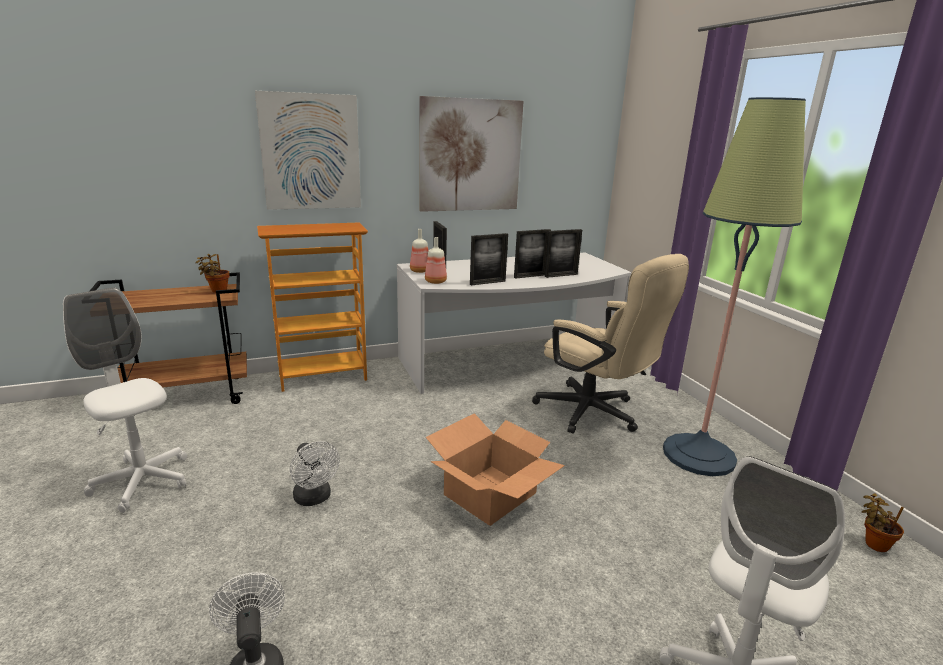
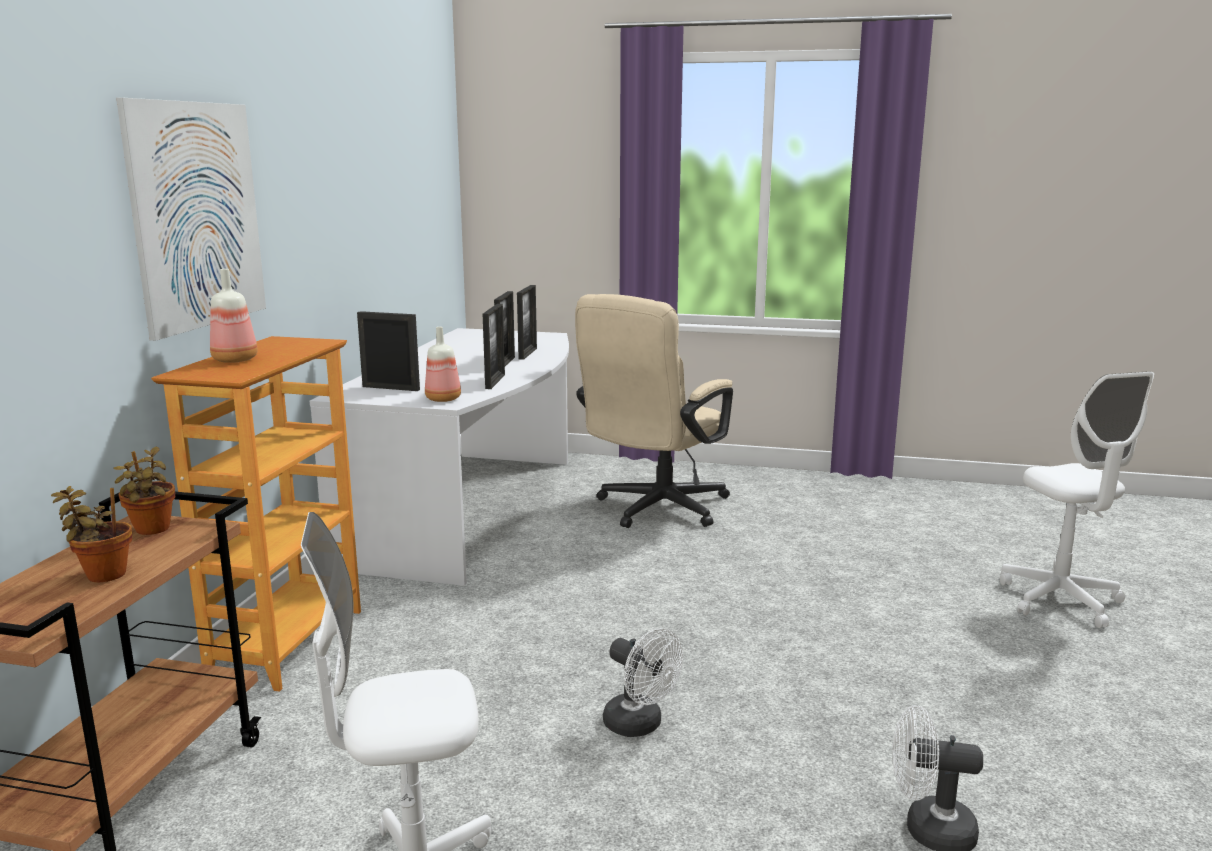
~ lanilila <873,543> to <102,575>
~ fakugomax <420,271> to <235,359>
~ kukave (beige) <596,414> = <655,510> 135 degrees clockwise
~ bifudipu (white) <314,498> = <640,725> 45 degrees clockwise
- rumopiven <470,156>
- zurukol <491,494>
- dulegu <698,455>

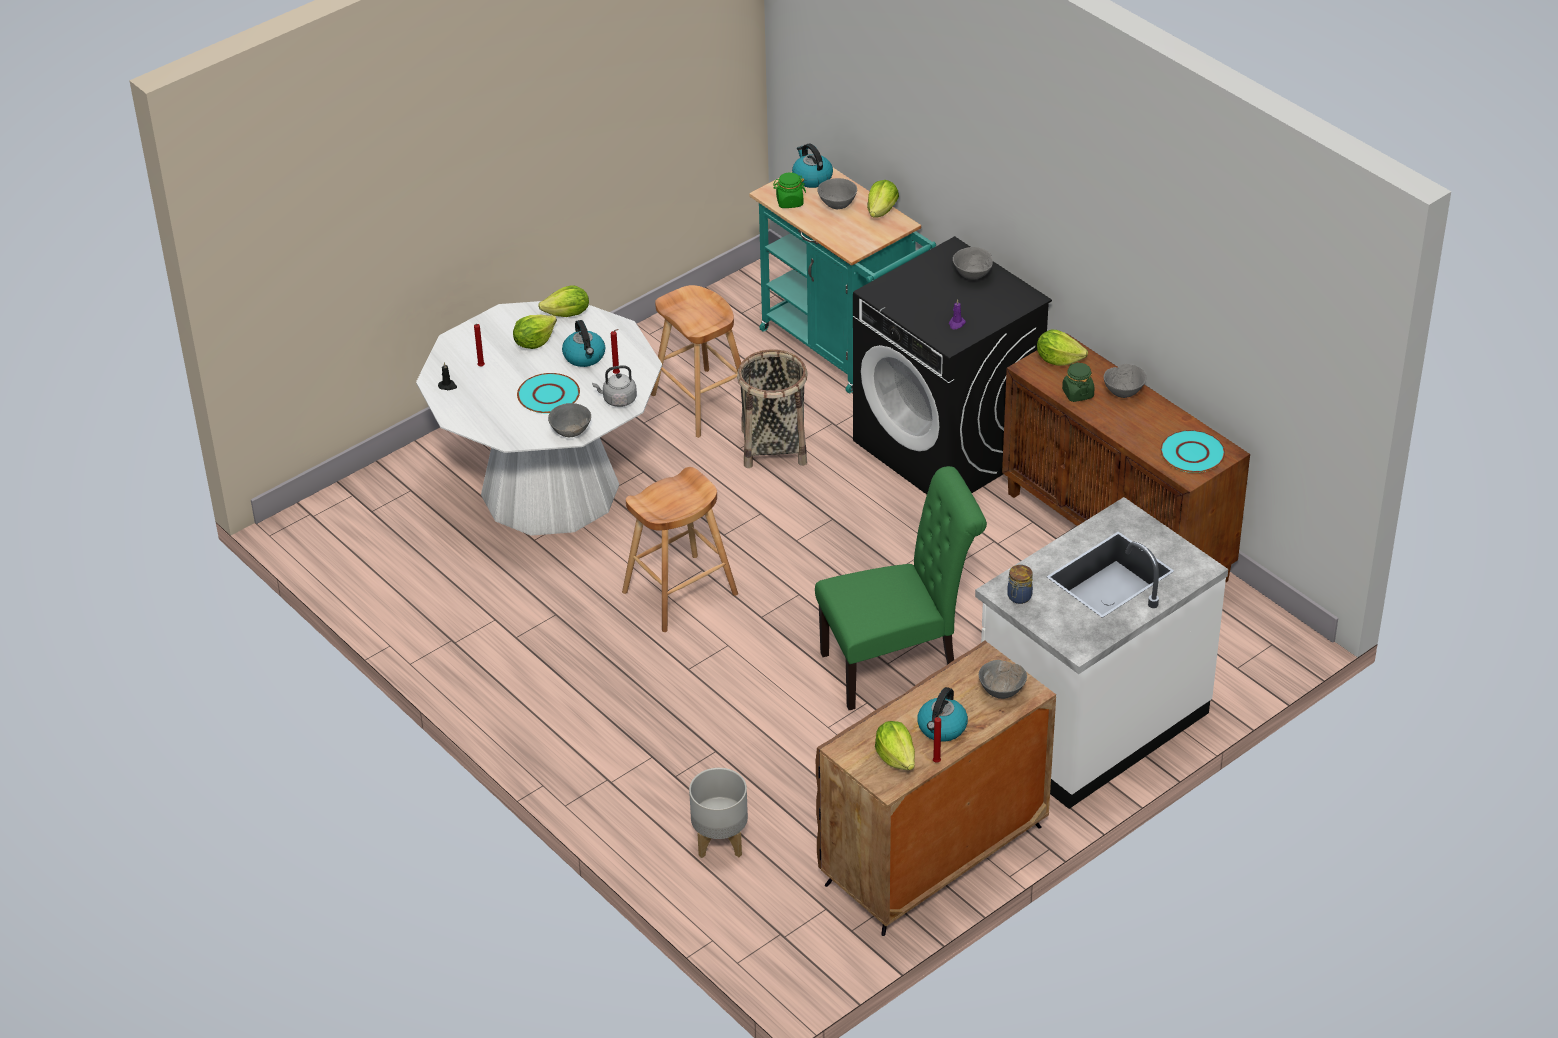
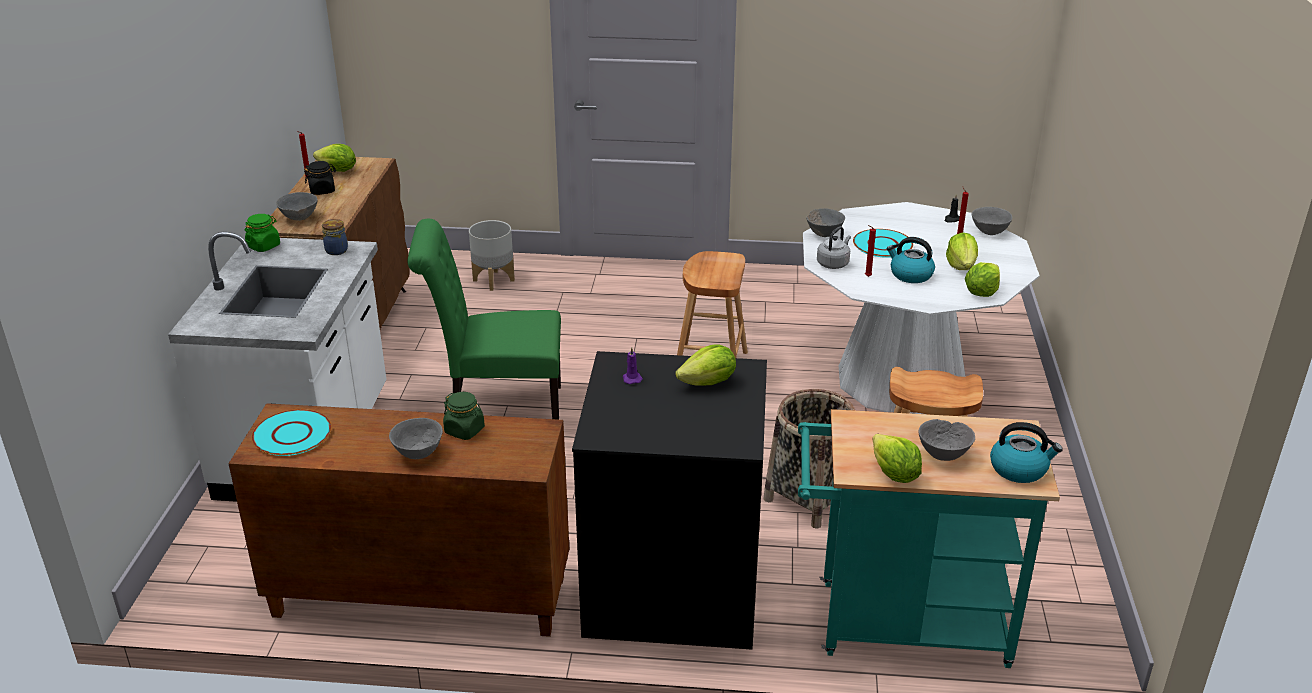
~ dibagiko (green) <789,202> to <264,246>
~ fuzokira <942,728> to dibagiko (black) <322,190>
~ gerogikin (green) <898,665> = <497,408> 60 degrees clockwise
~ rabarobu <1058,359> to <708,383>
~ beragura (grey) <973,275> to <989,232>

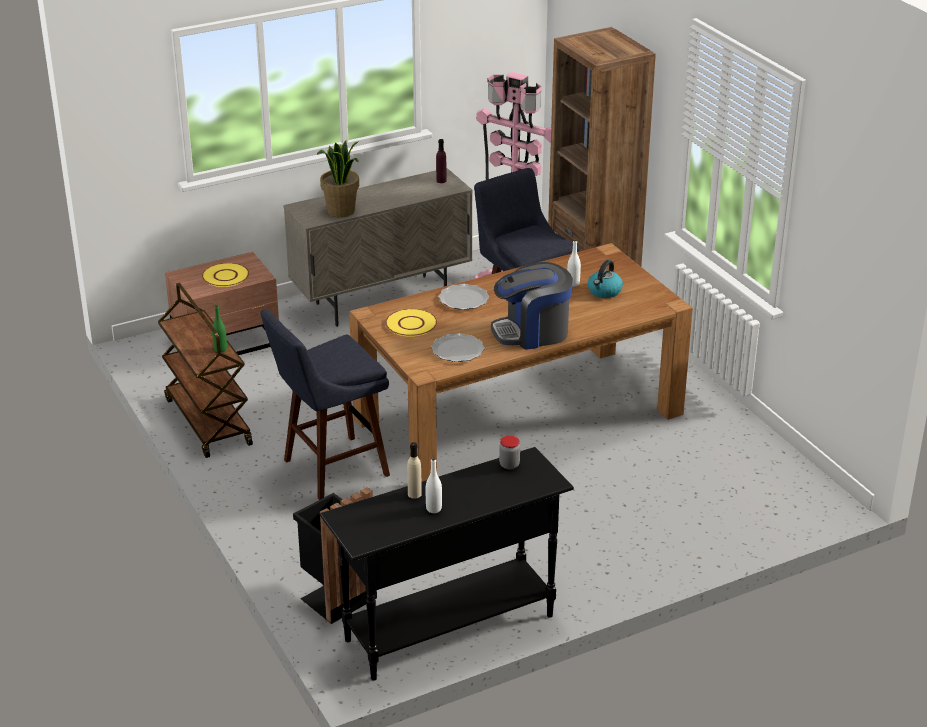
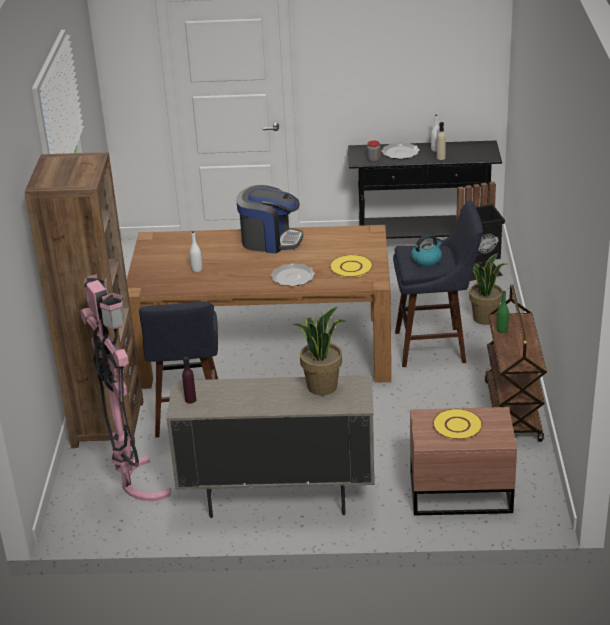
~ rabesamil <457,350> to <400,152>
~ fuzokira <604,291> to <426,260>
+ lanilila <484,318>

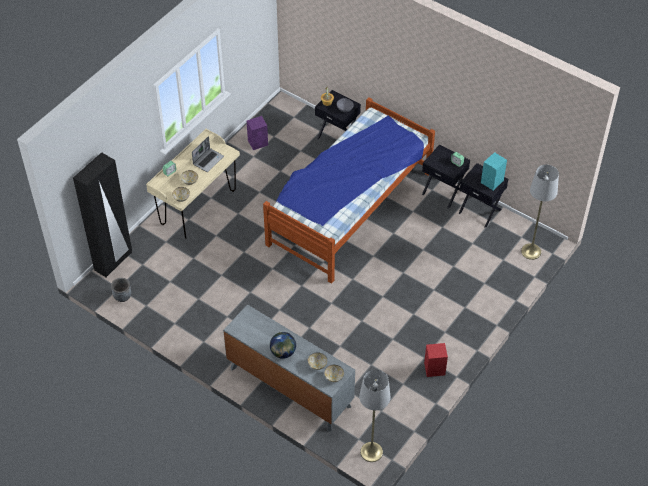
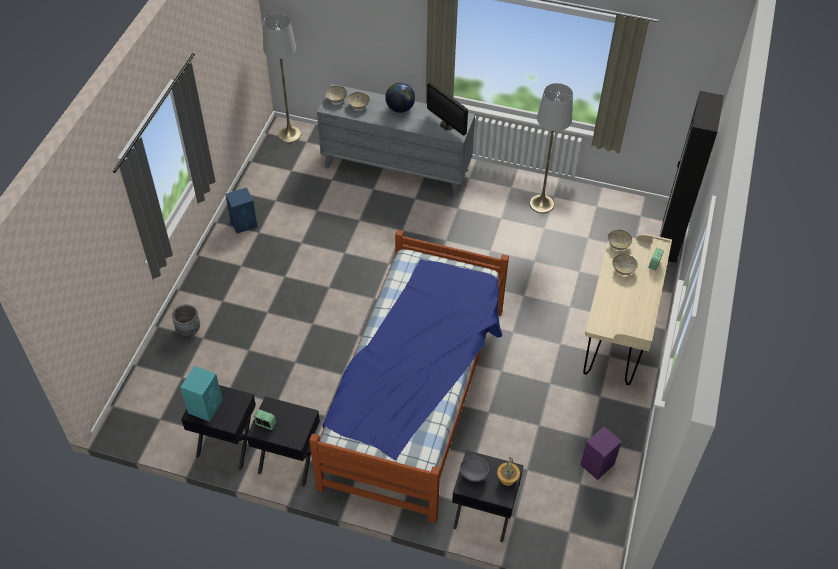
~ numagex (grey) <122,296> to <189,330>
~ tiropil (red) <434,369> to tiropil (blue) <244,223>
+ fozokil <447,125>
~ dulegu (grey) <531,251> to <541,204>
- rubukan <208,160>

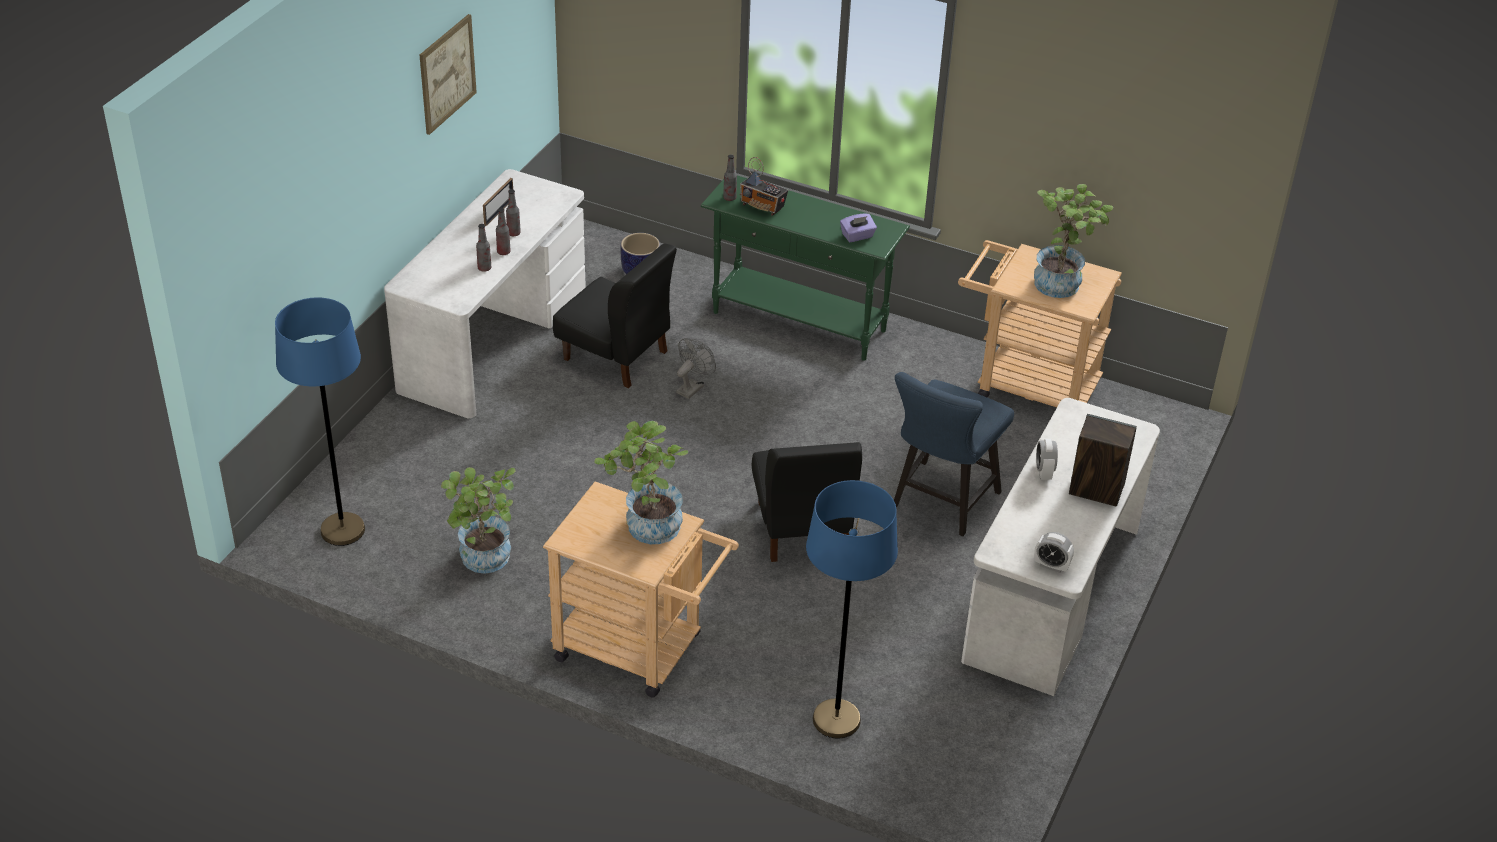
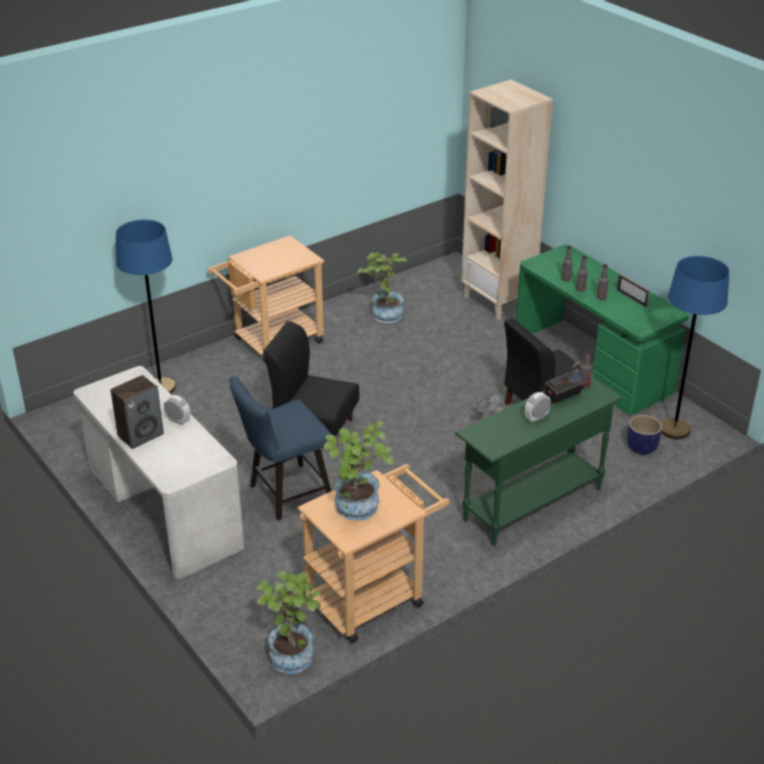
~ gerogikin (blue) <941,503> = <285,495> 90 degrees counterclockwise
~ lanilila <646,528> to <292,652>
+ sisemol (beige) <498,301>
~ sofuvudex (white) <493,339> to sofuvudex (green) <592,365>
~ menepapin <1051,566> to <536,418>
~ dulegu (blue) <342,530> to <674,429>
- rumopiven <447,73>
- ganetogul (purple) <857,236>

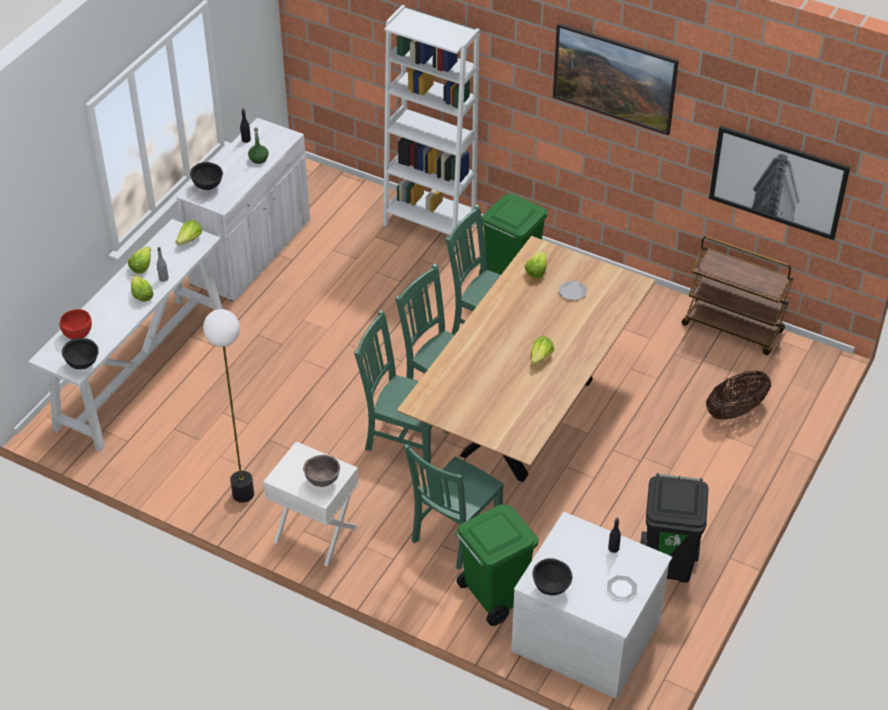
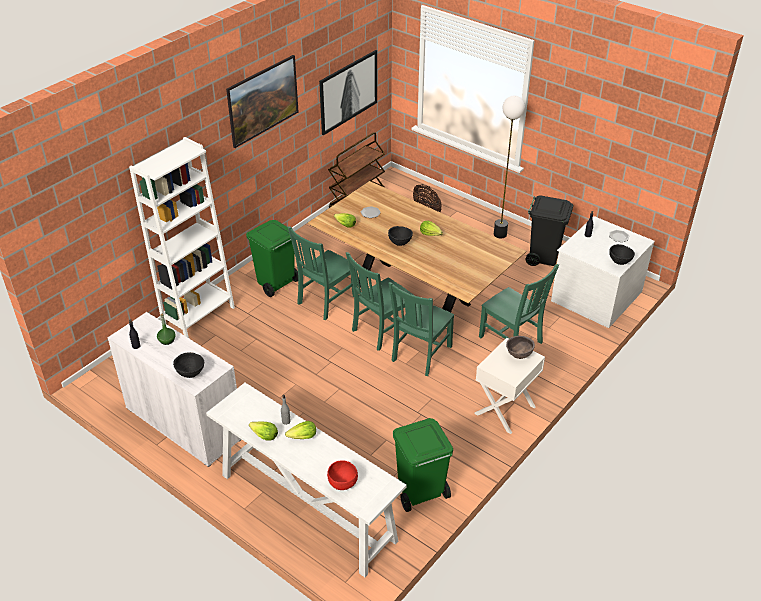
~ beragura (black) <83,365> to <400,243>
~ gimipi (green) <493,596> to <420,493>
~ dulegu <243,494> to <500,234>
- rabarobu <190,240>

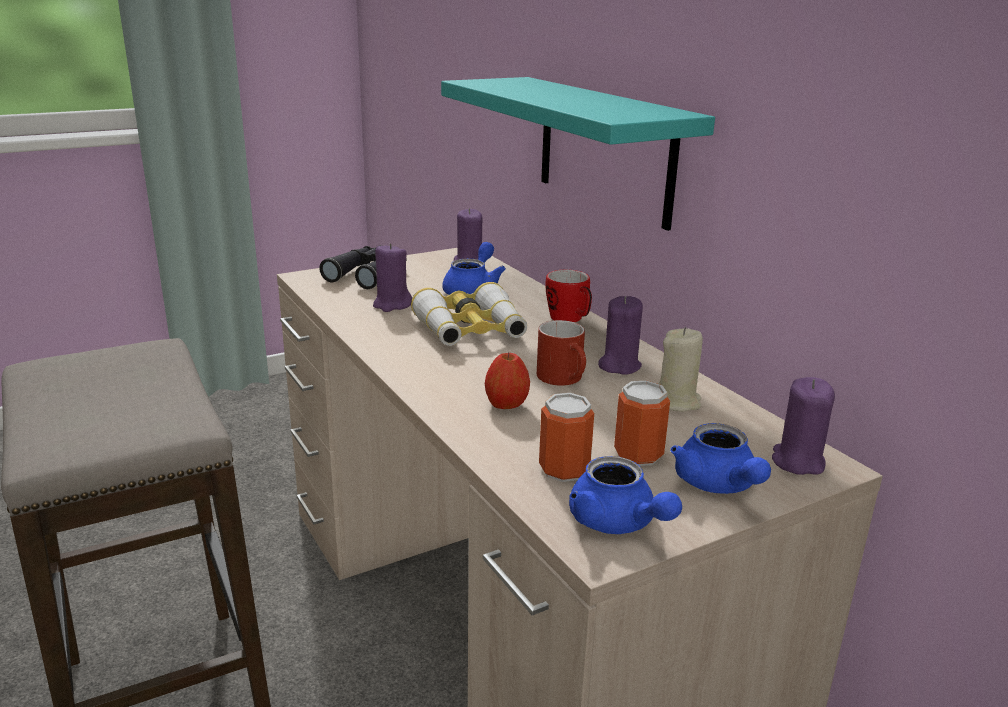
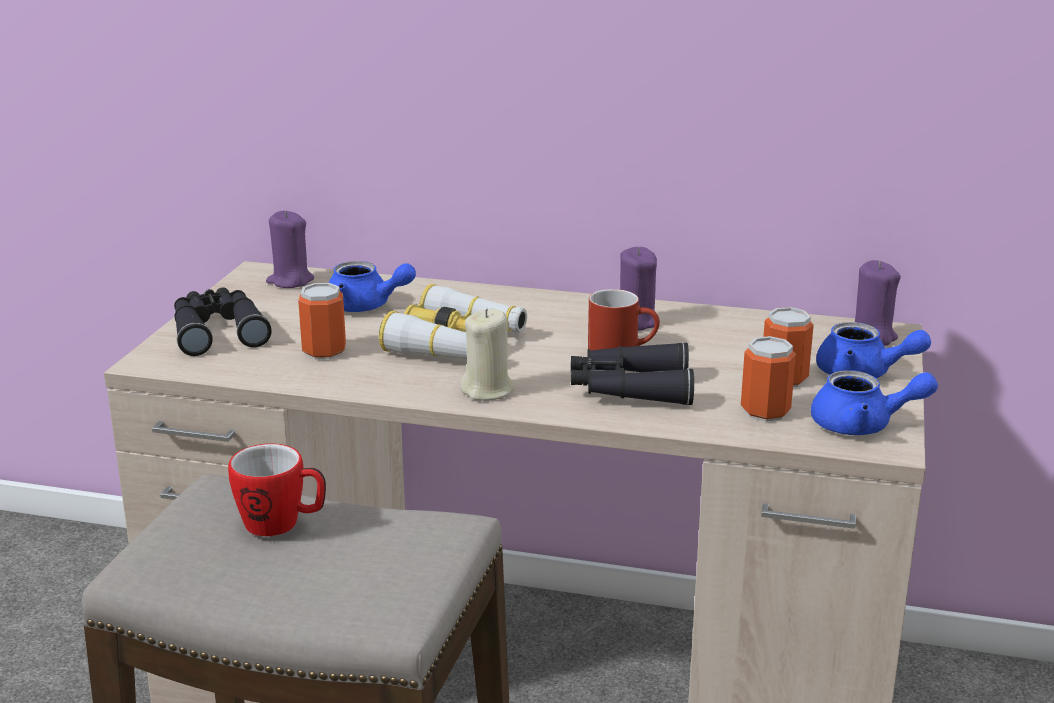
~ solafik <570,320> to <282,524>
~ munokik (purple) <392,305> to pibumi <324,351>
~ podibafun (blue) <473,290> = <365,307> 135 degrees clockwise
~ munokik (beige) <677,402> to <488,390>
~ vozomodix <506,405> to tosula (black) <629,389>
- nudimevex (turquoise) <604,150>

